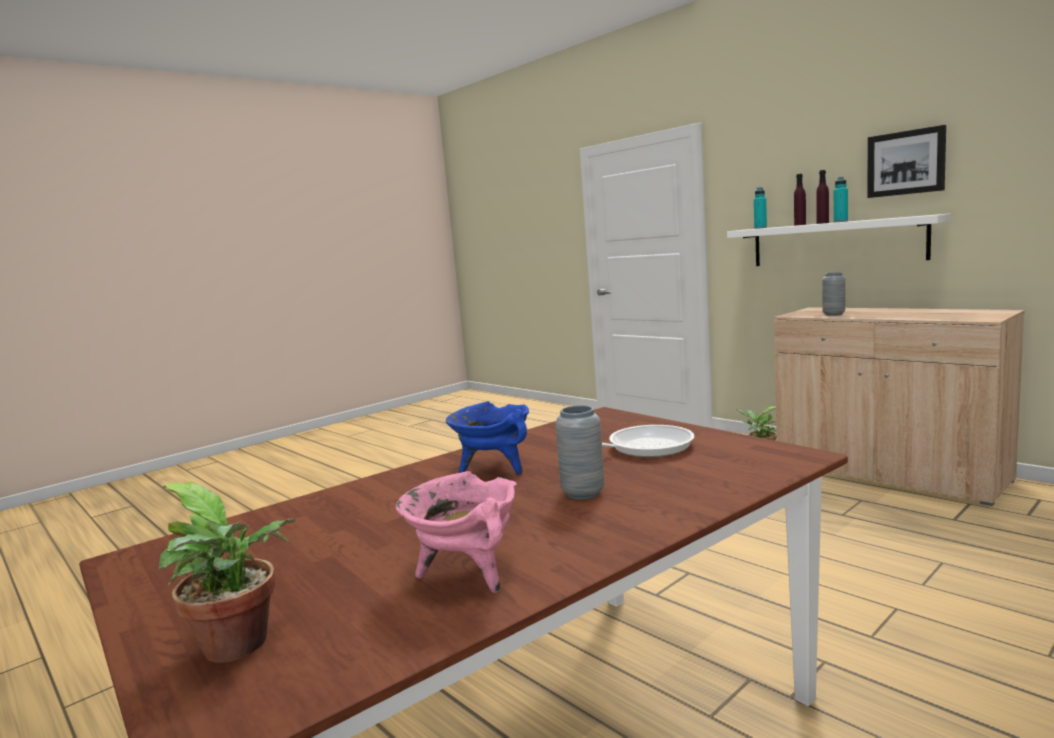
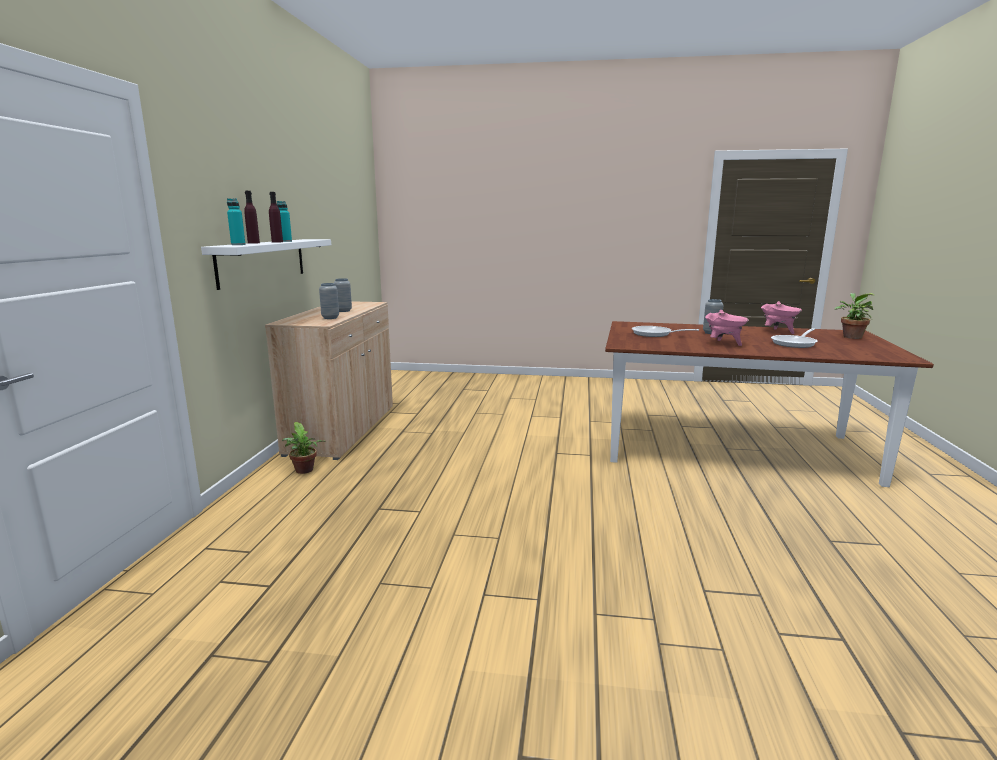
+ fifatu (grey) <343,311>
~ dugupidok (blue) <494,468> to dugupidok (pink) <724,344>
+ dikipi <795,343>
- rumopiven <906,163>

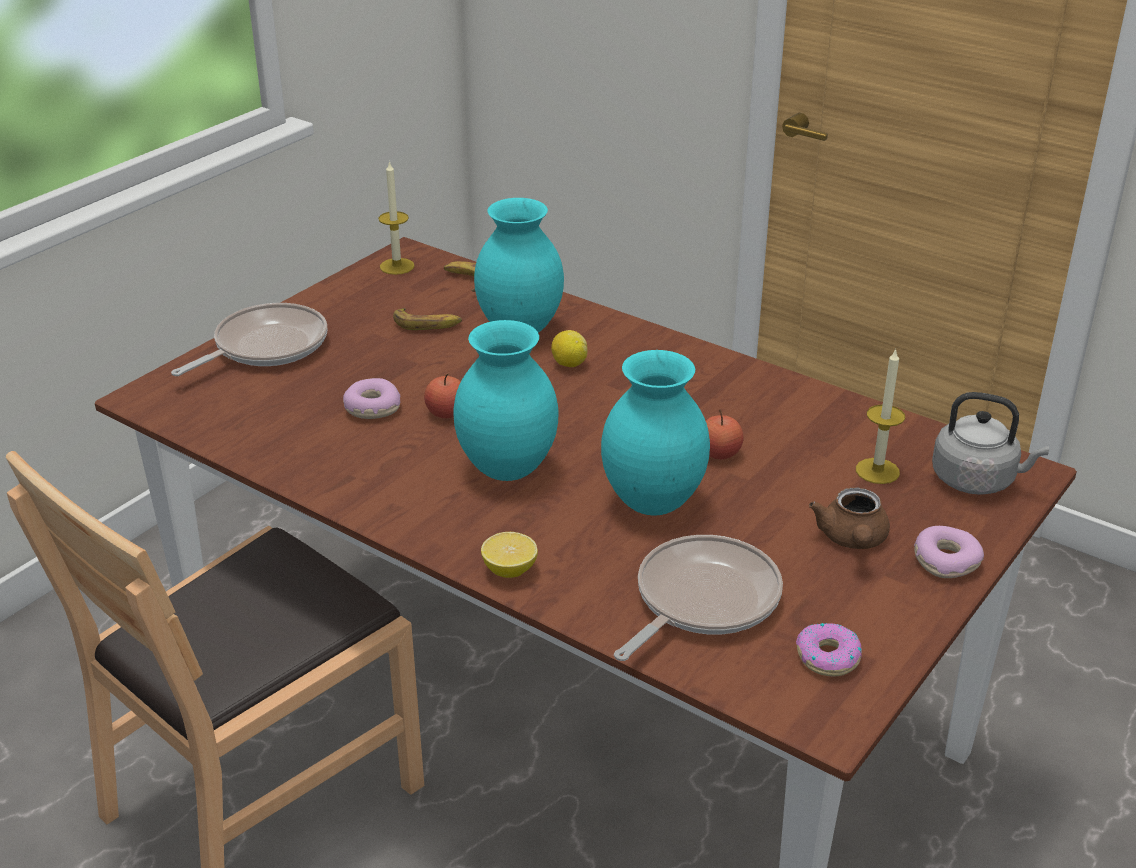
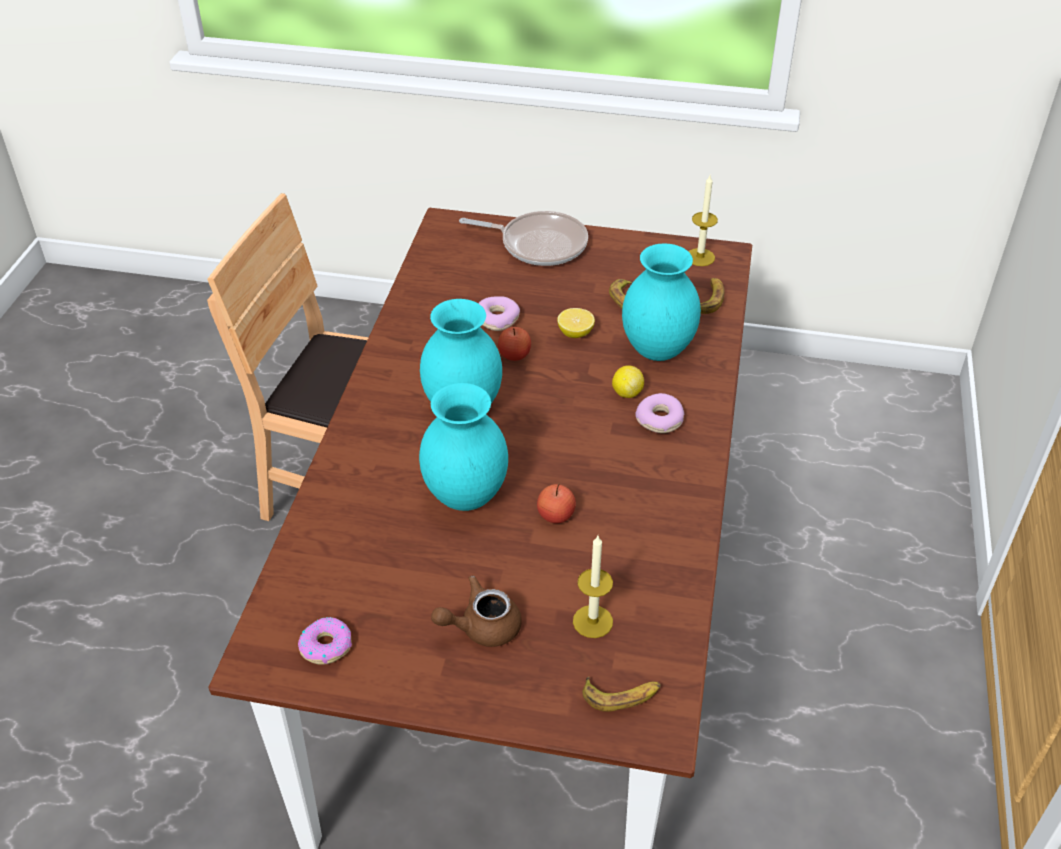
~ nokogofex <509,570> to <575,333>
~ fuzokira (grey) <977,480> to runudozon <621,695>
~ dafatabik <946,561> to <660,420>
- dikipi <701,601>

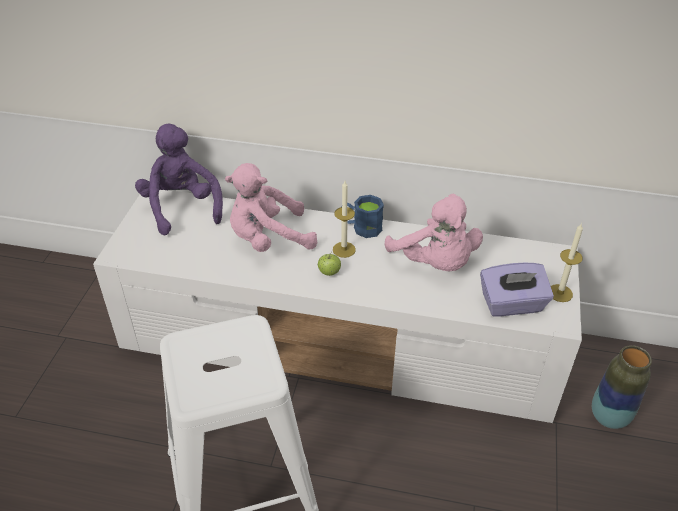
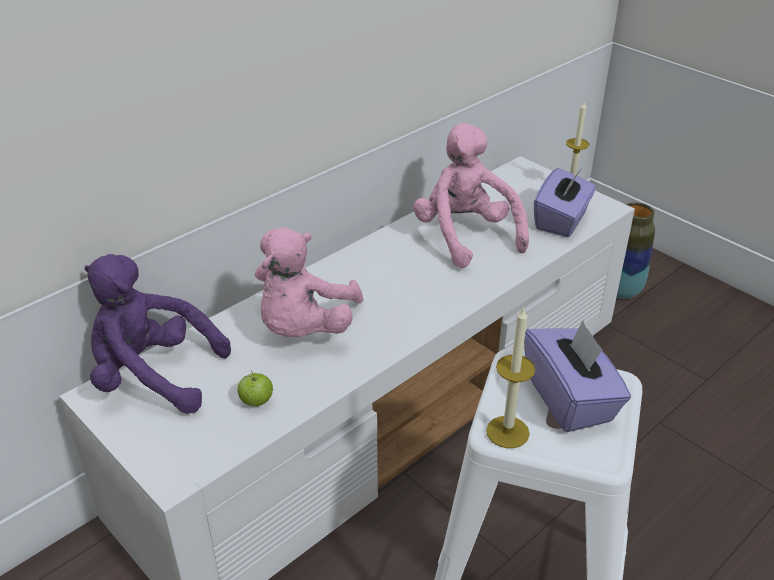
~ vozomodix <329,273> to <256,402>
~ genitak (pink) <435,263> = <465,236> 120 degrees counterclockwise
~ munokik <344,249> to <507,432>
+ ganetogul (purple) <570,398>
- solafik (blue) <361,228>

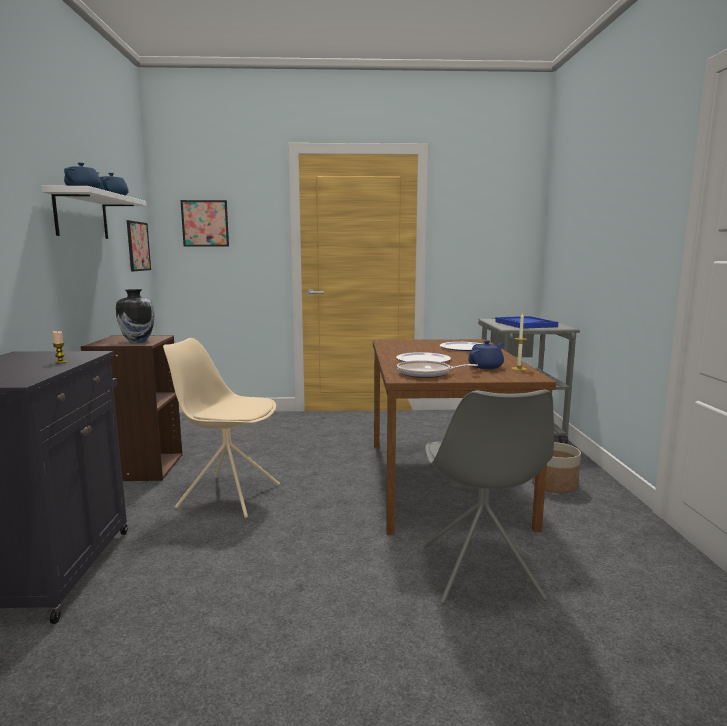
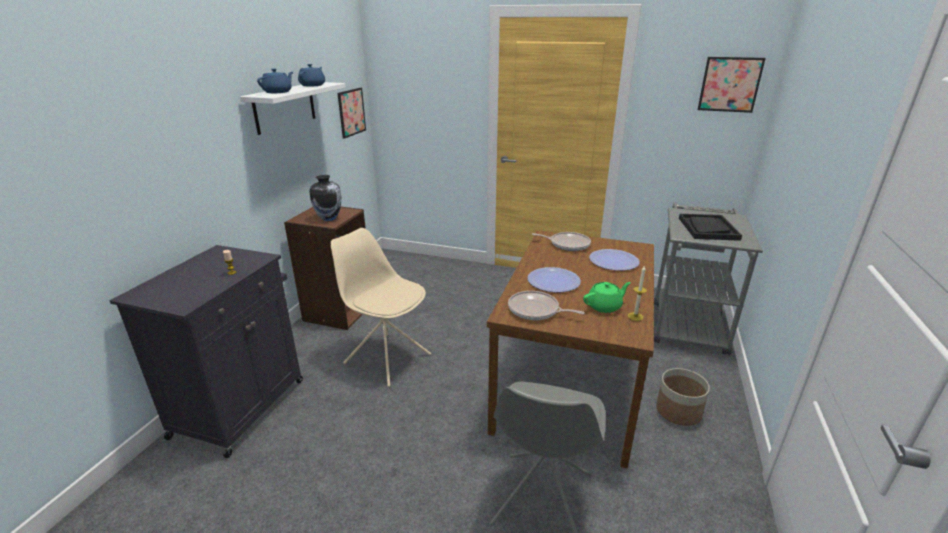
+ dikipi <567,244>
~ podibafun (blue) <486,367> to podibafun (green) <604,306>
~ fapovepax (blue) <525,324> to fapovepax (black) <707,228>
~ rumopiven <205,223> to <730,84>

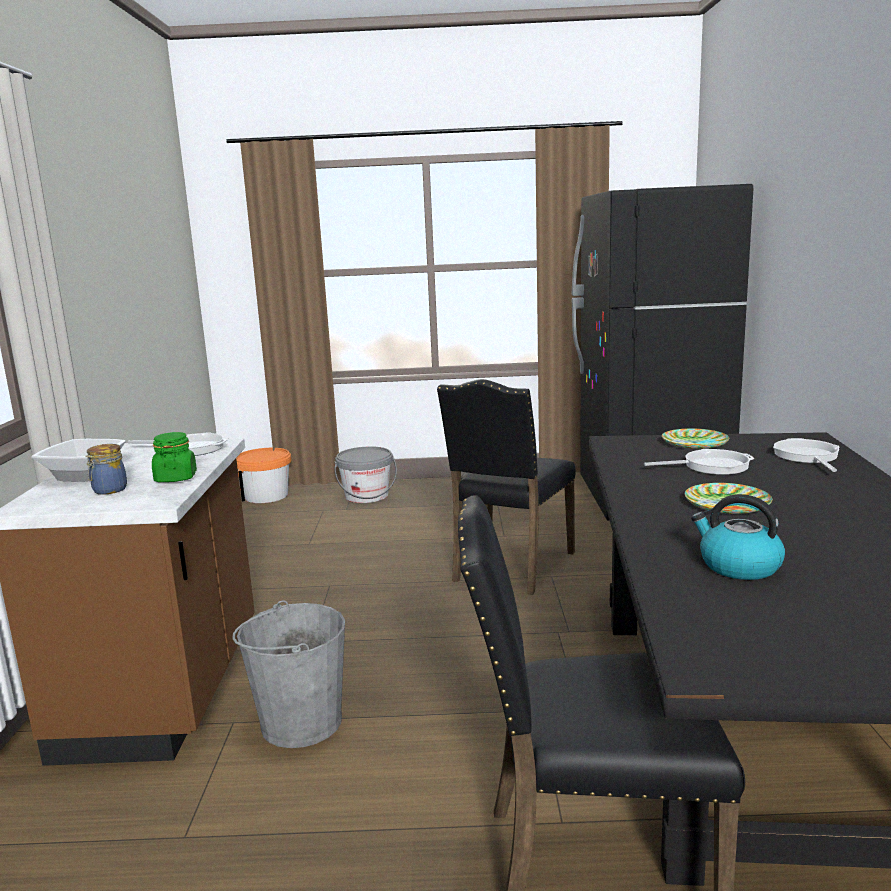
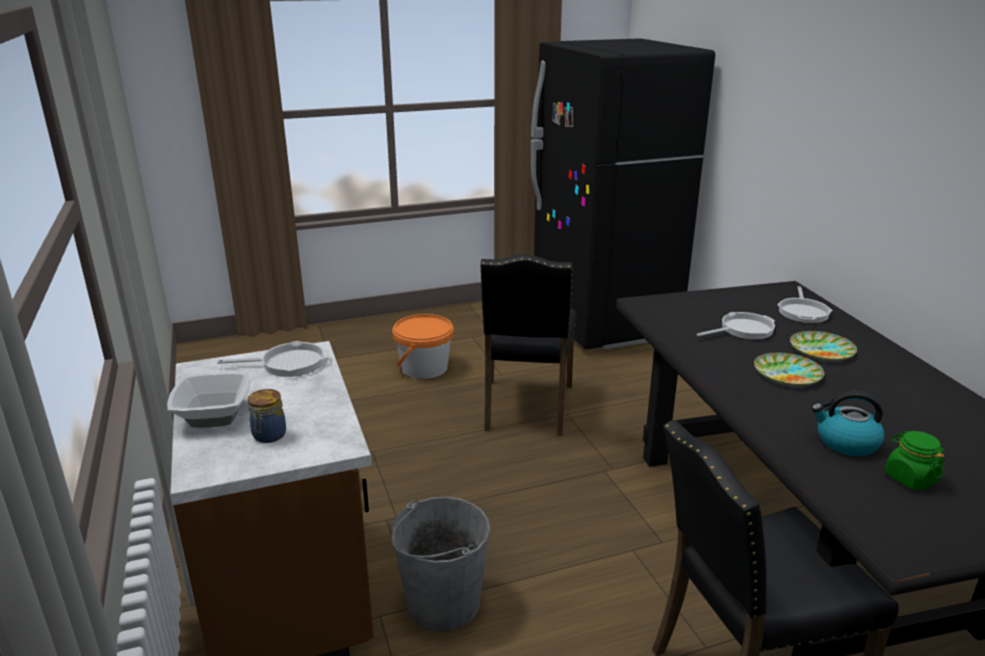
~ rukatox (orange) <266,496> to <424,368>
~ dikipi <807,457> = <803,312> 150 degrees counterclockwise
~ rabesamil <694,443> to <821,350>
~ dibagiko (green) <176,478> to <910,478>
- rukatox (grey) <367,496>

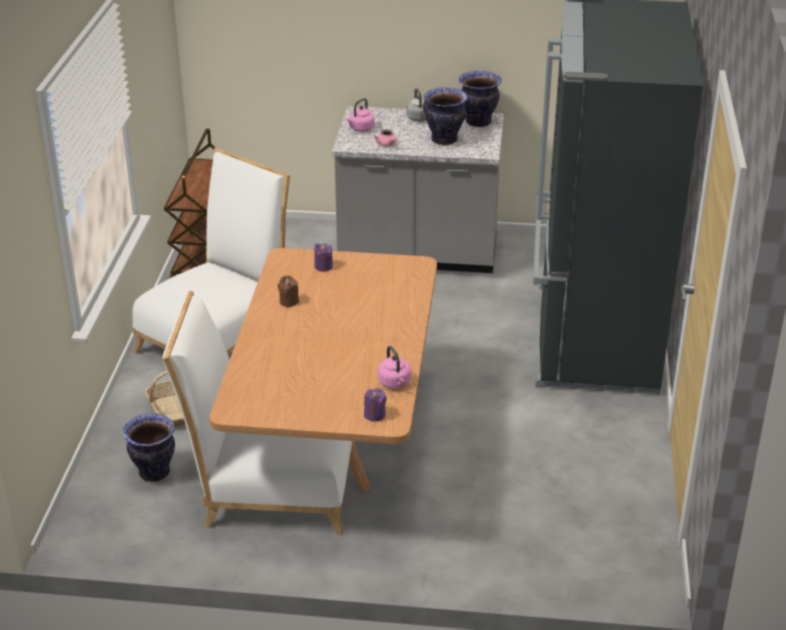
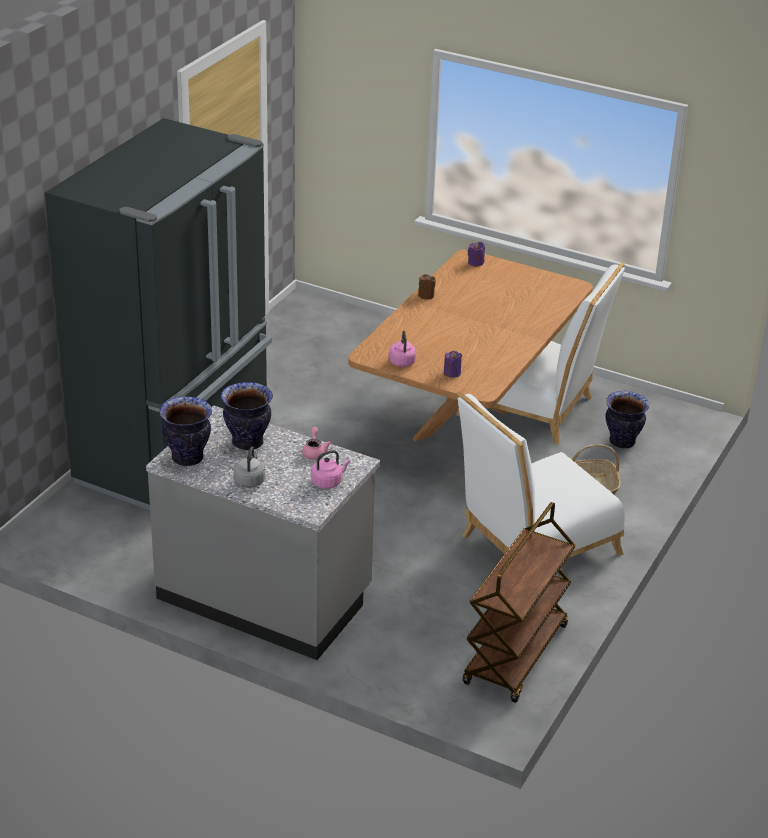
~ fuzokira (pink) <395,383> to <402,361>
~ munokik (brown) <289,301> to <426,295>

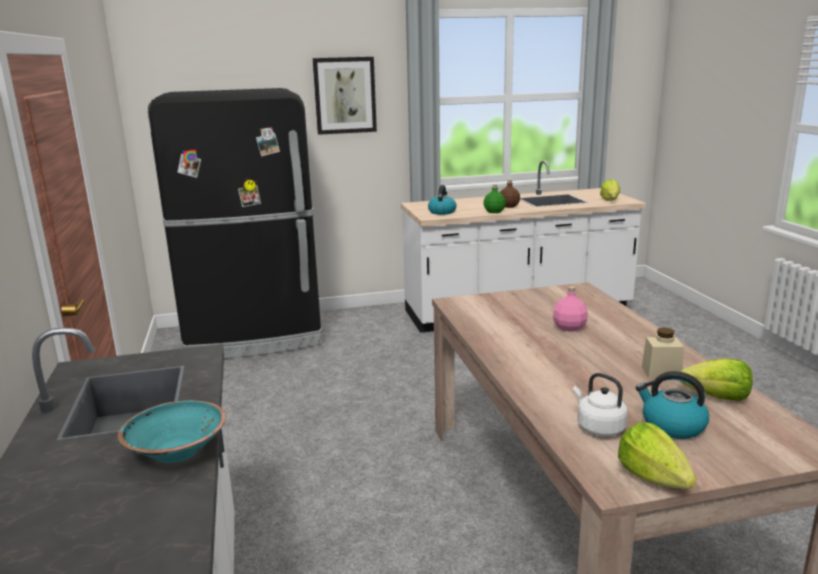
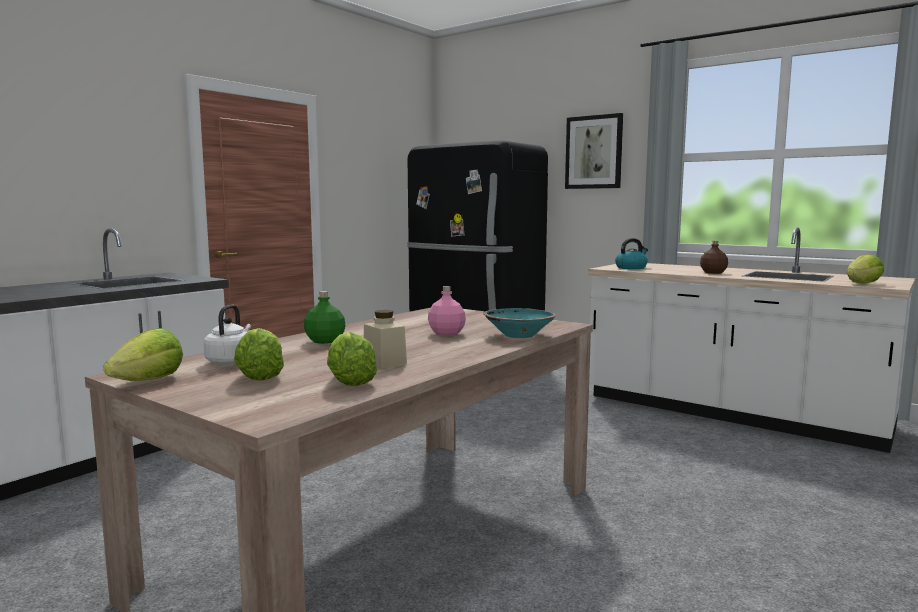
~ fuzokira <672,426> to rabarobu <260,376>
~ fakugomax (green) <494,212> to <325,341>
~ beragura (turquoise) <177,452> to <518,335>

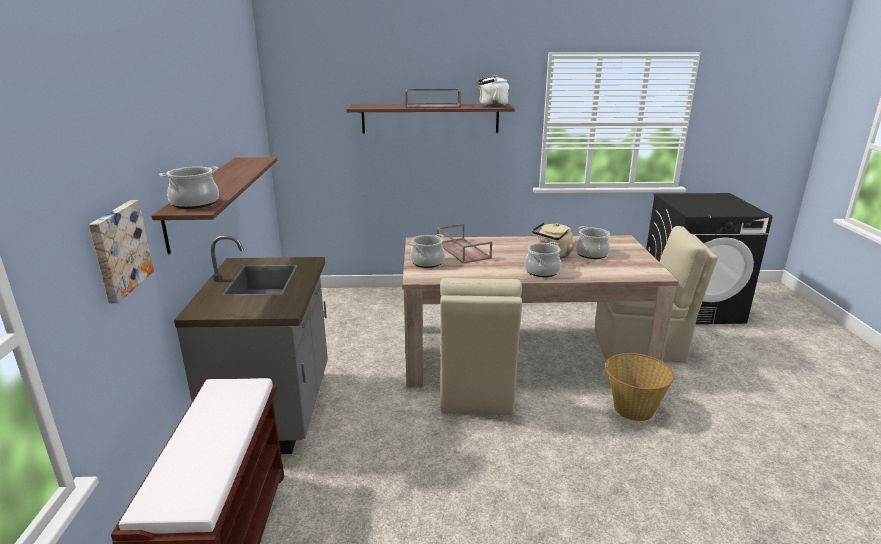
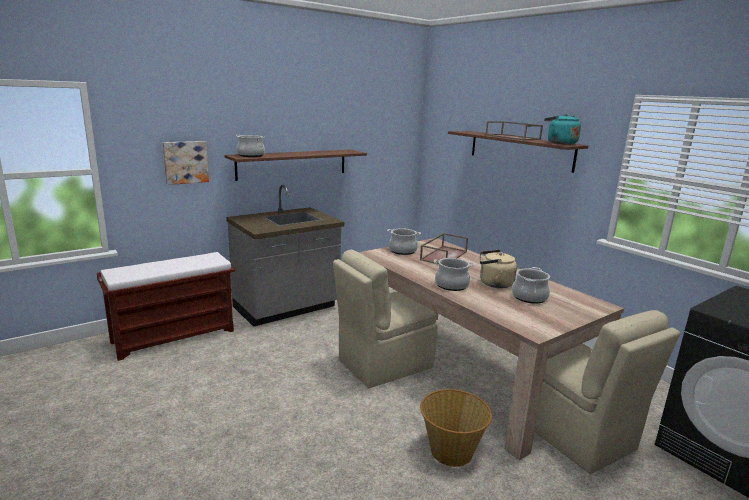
~ fuzokira (white) <491,105> to fuzokira (turquoise) <559,143>

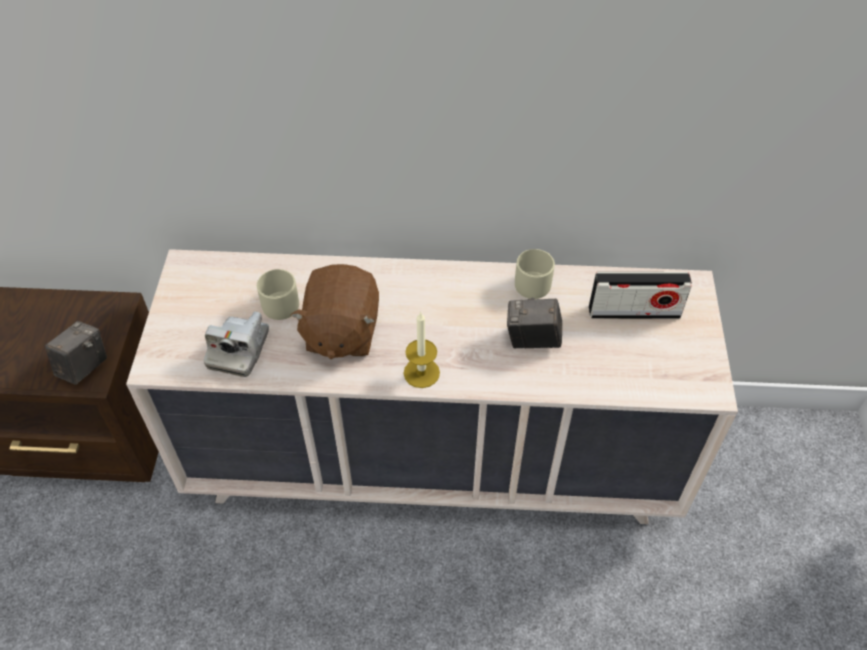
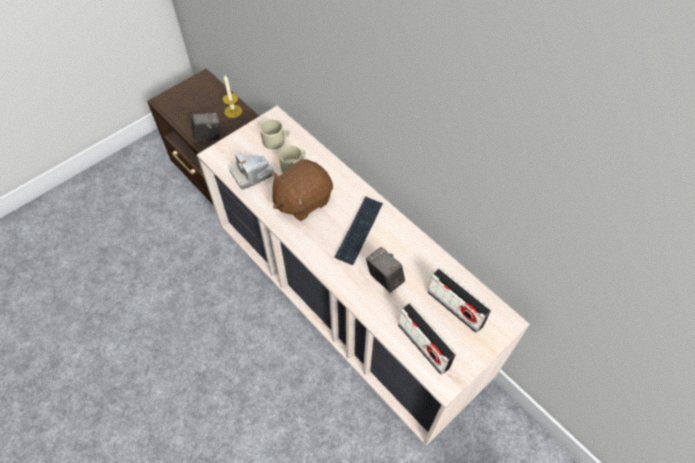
~ munokik <421,373> to <233,111>
~ solafik (beige) <535,281> to <276,140>
+ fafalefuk <359,230>
+ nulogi <423,346>

